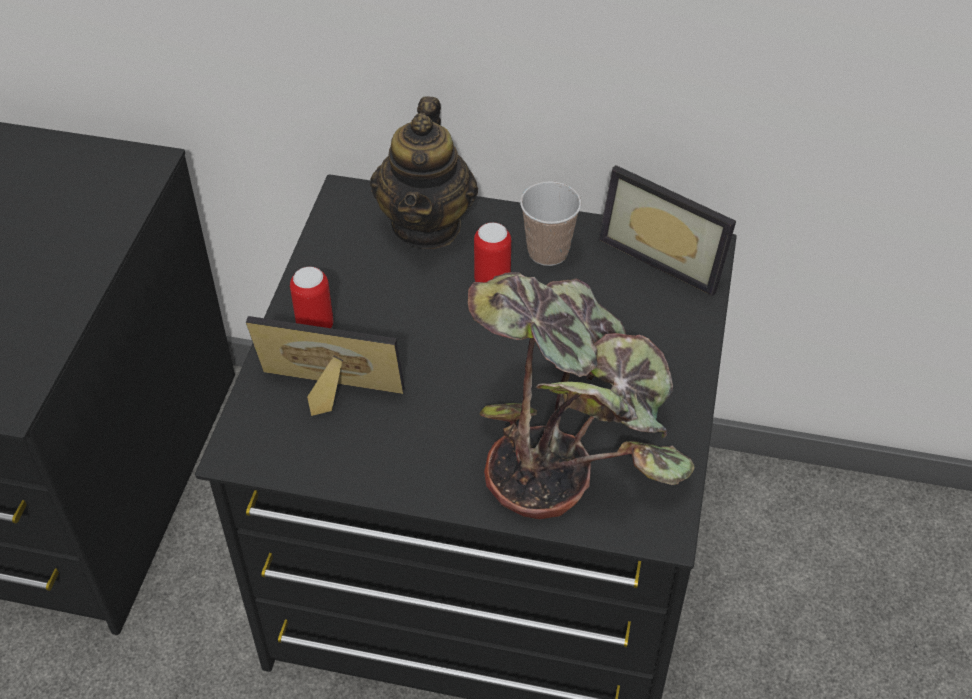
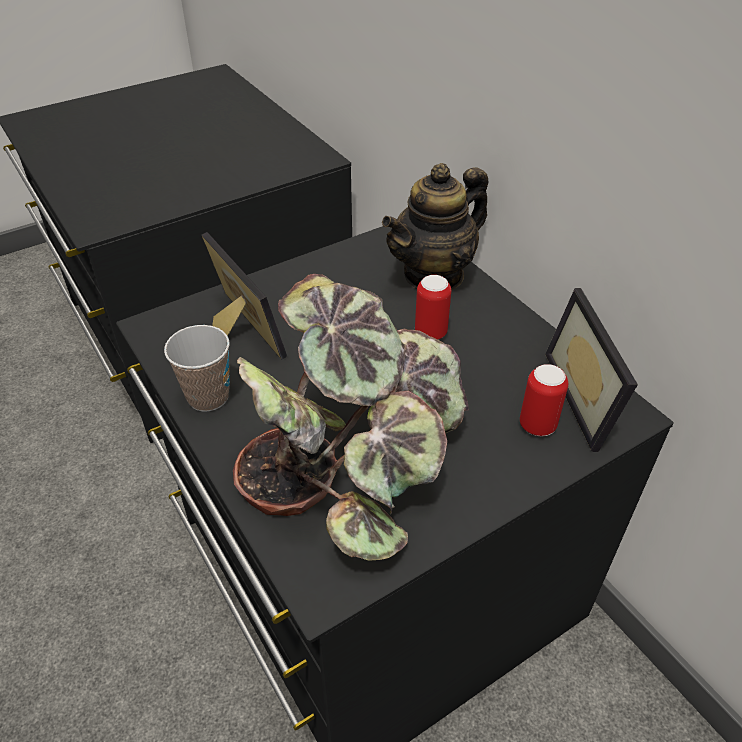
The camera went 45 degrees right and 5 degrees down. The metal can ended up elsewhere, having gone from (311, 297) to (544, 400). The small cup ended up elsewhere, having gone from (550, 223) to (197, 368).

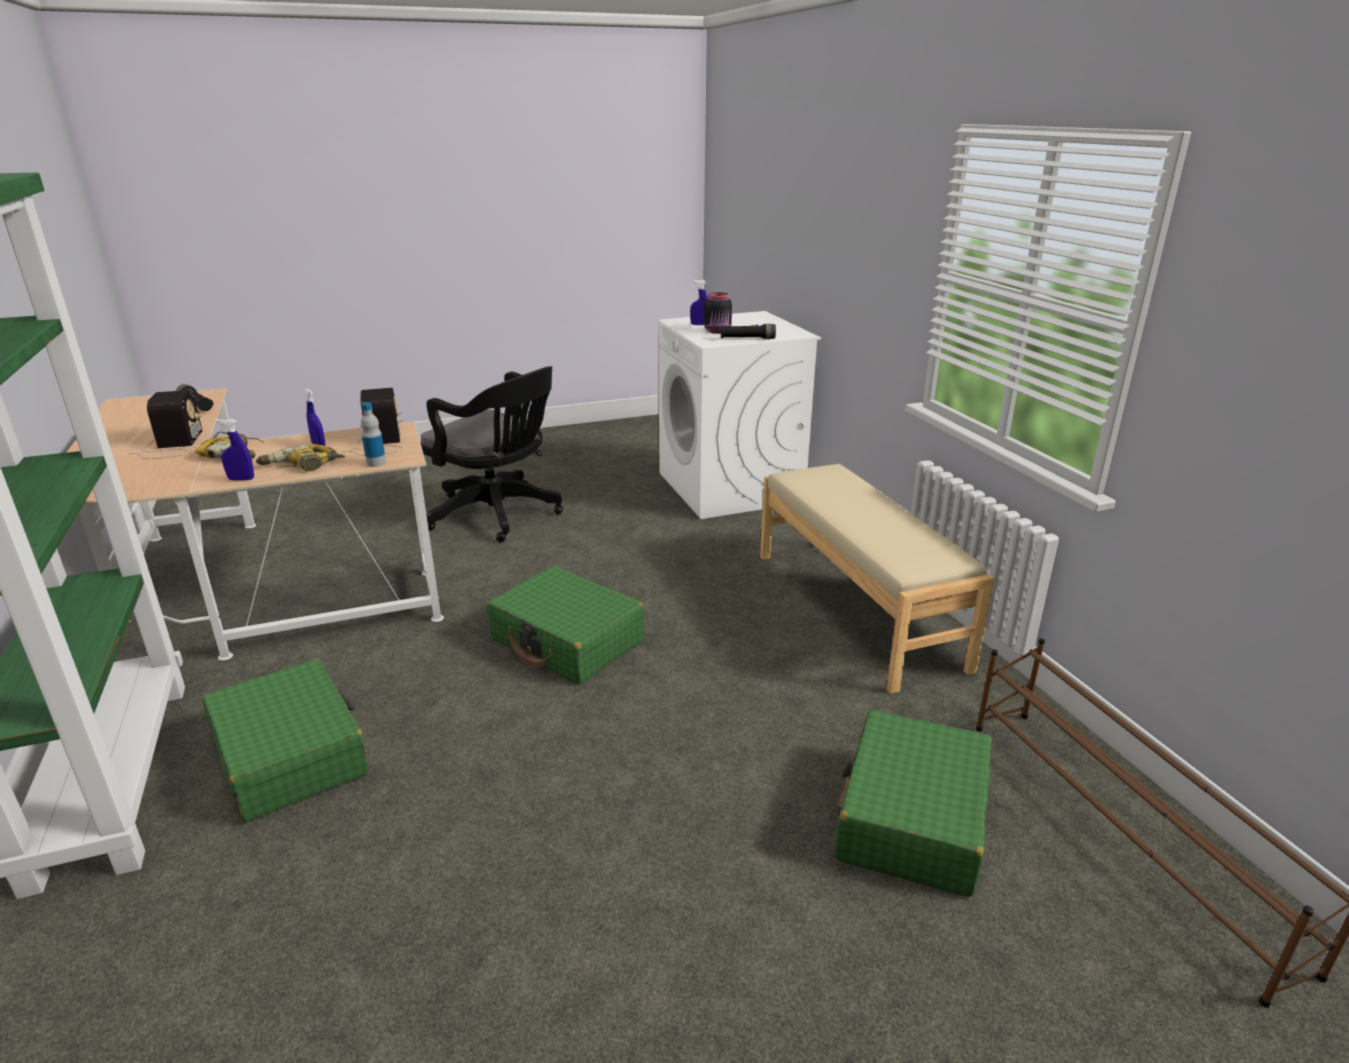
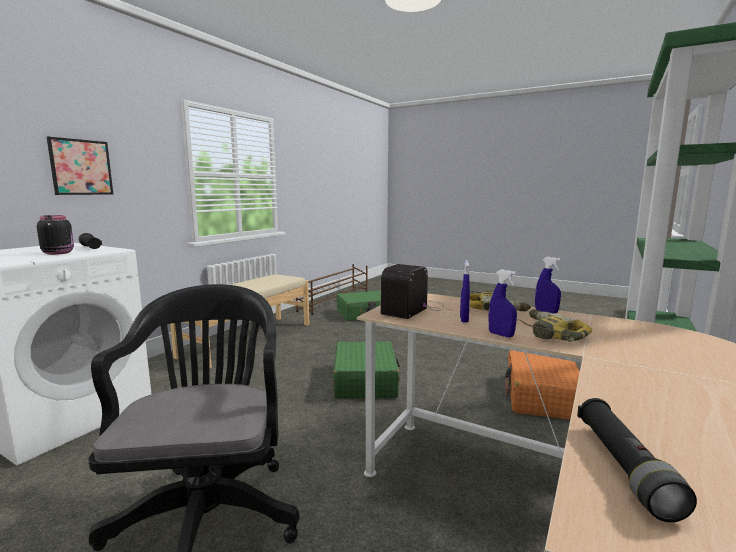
The camera went 130 degrees left and 15 degrees down. The second view lost the radio at (165, 424). The second view lost the bottle at (373, 434). The second view gained the wall picture at (80, 165). The bluish sprayer ended up elsewhere, having gone from (699, 302) to (502, 303). What was the green-coloured travel case at (285, 740) turned into the orange-coloured travel case at (542, 385).

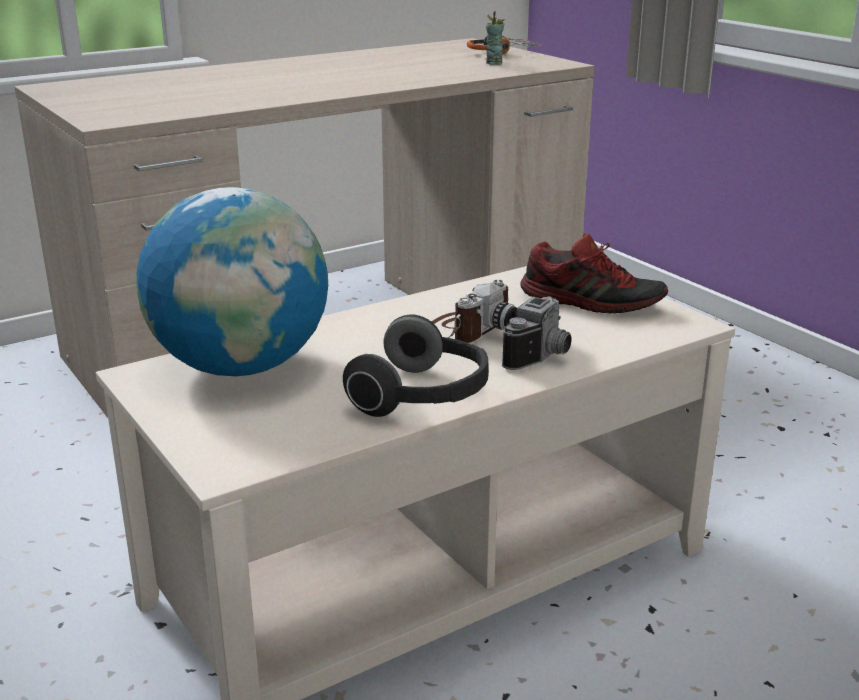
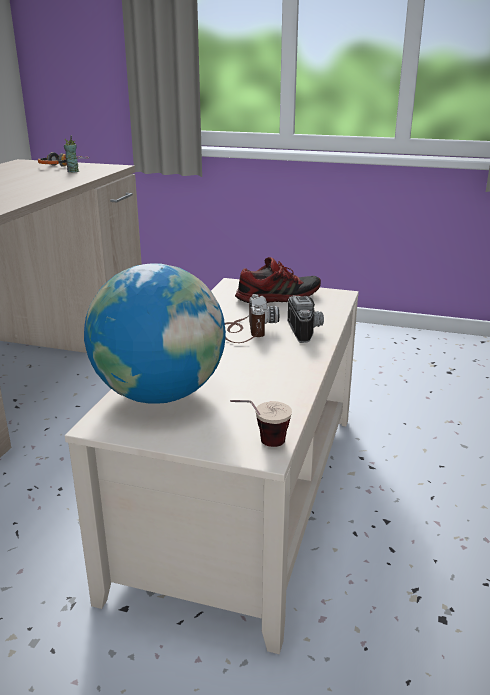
The camera went 40 degrees left and 0 degrees up. The second view lost the headset at (416, 365). The second view gained the small cup at (261, 423).

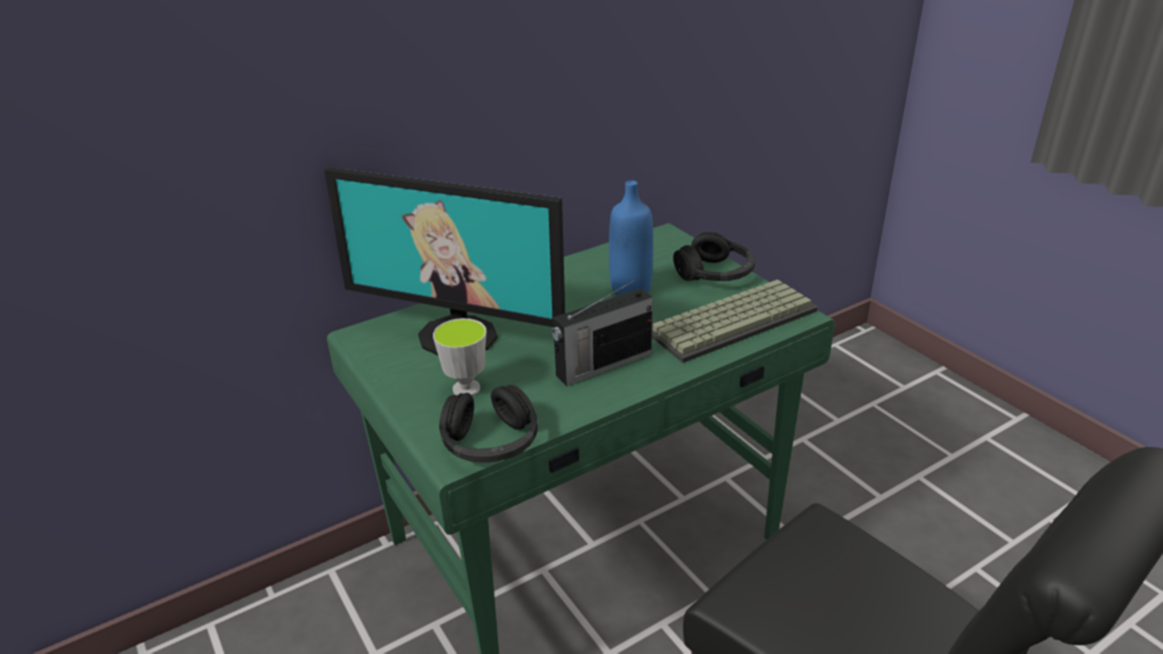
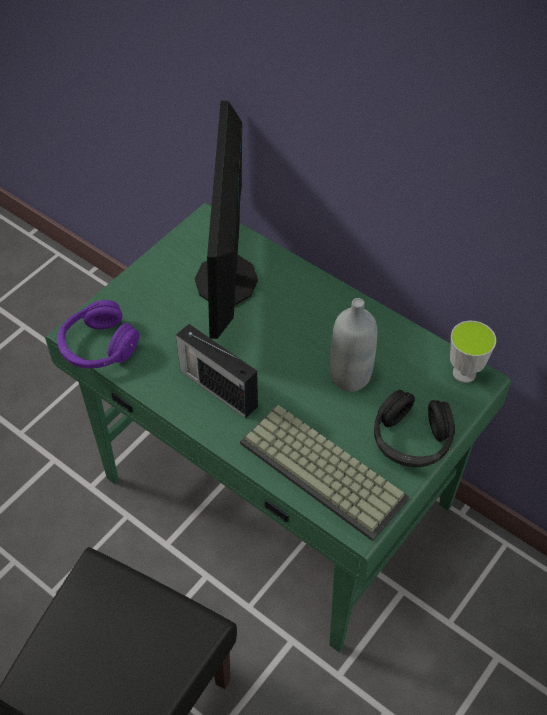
The camera went 70 degrees right and 20 degrees up. The small cup ended up elsewhere, having gone from (460, 357) to (473, 352). What was the blackish headset at (488, 424) turned into the purplish headset at (98, 334). What was the bluish bottle at (631, 238) turned into the greyish bottle at (353, 345).

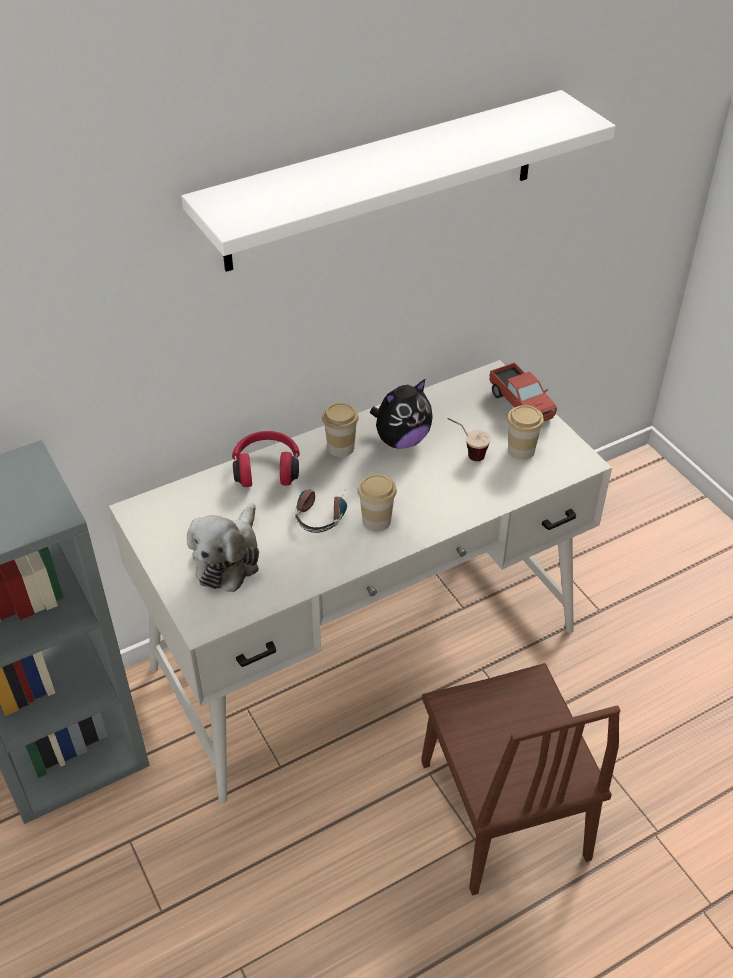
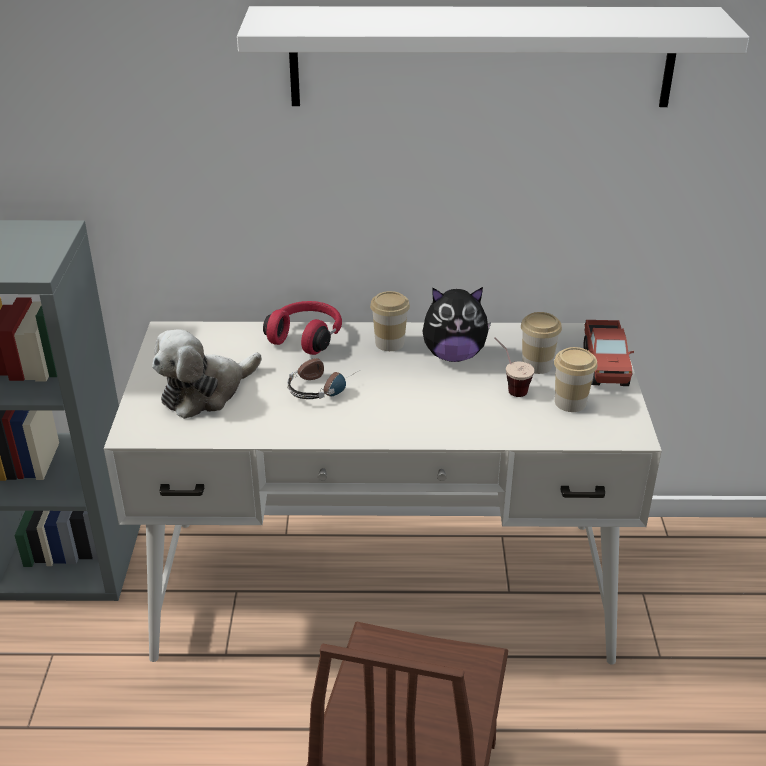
The camera went 30 degrees right and 10 degrees down. The small cup ended up elsewhere, having gone from (377, 503) to (541, 343).

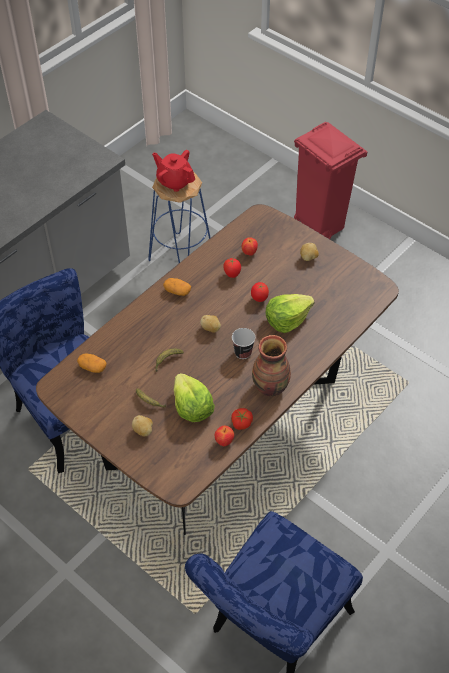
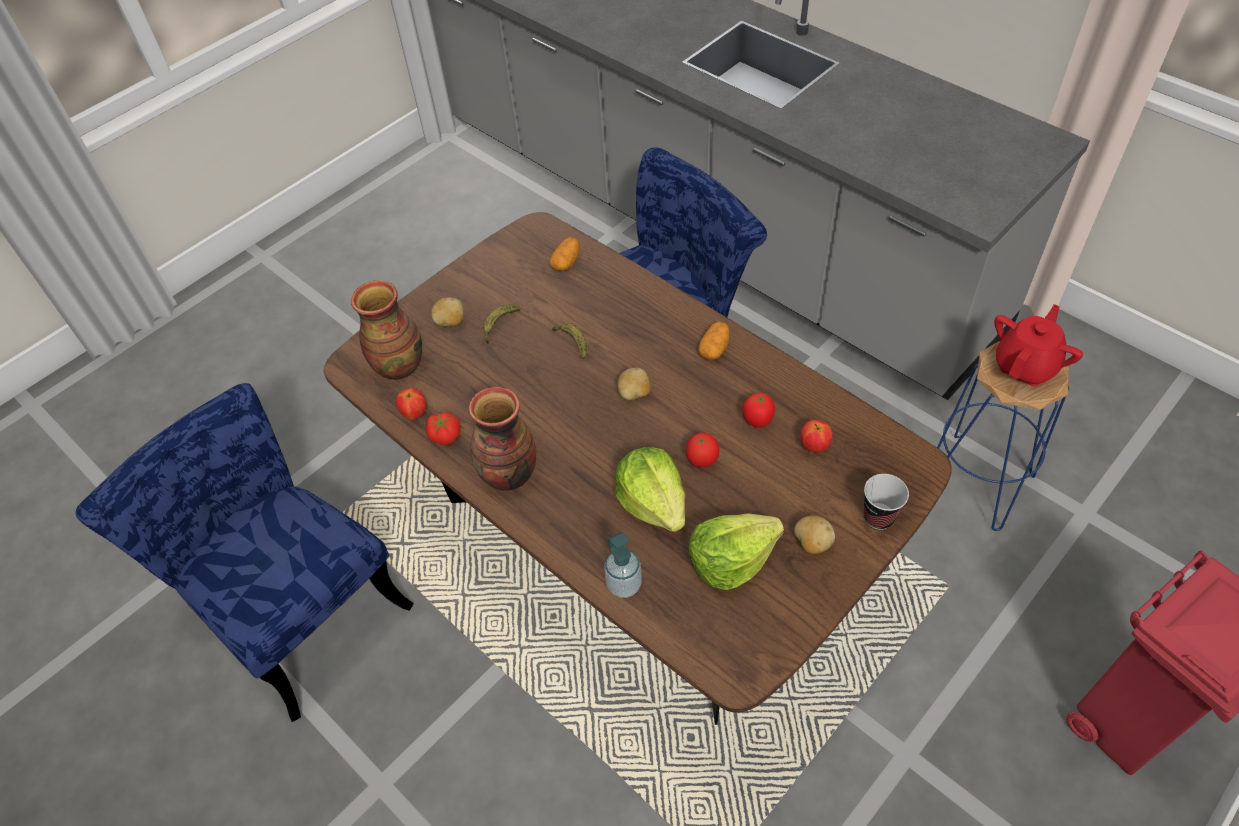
The camera went 95 degrees right and 0 degrees up. The second view gained the flower vase at (386, 330). The second view gained the soap bottle at (623, 565). The lettuce ended up elsewhere, having gone from (194, 397) to (736, 551). The small cup ended up elsewhere, having gone from (243, 343) to (886, 502).

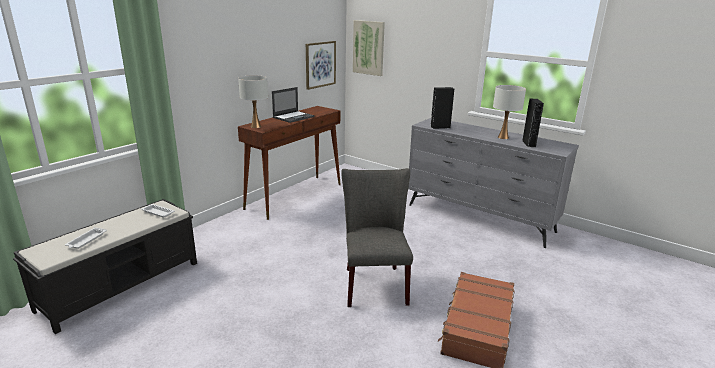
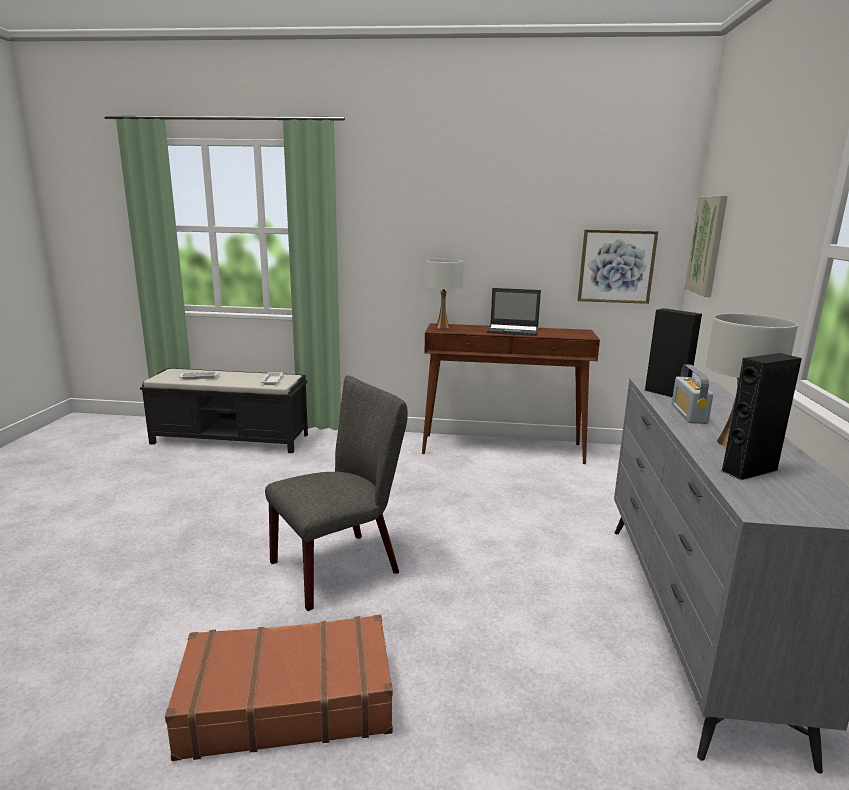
The camera went 60 degrees right and 5 degrees down. The second view gained the radio at (692, 394).

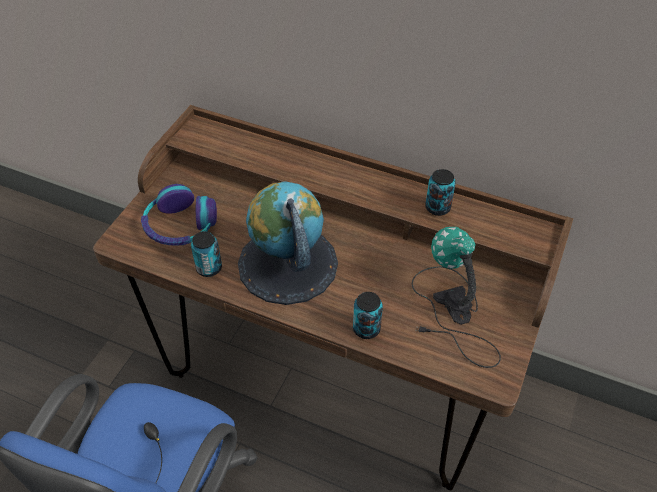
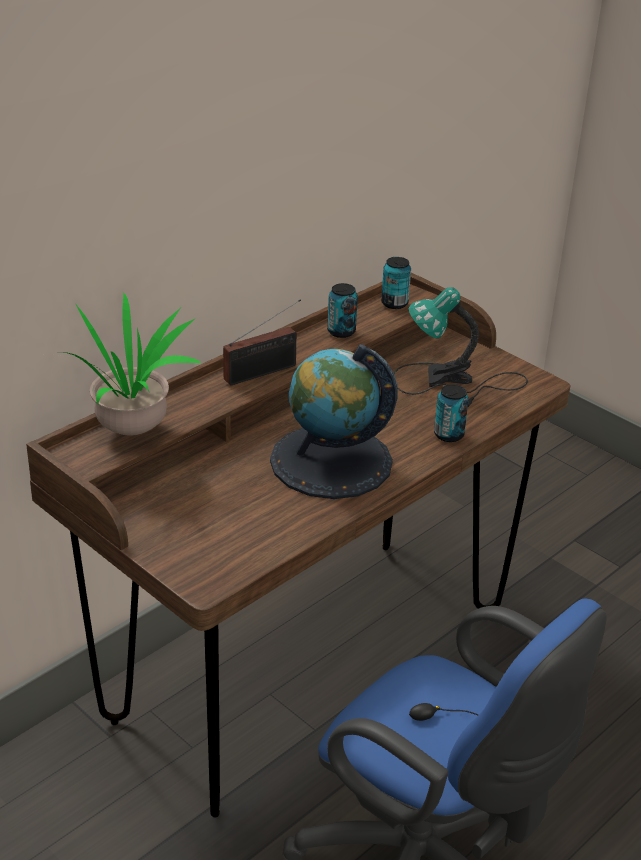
The camera went 70 degrees left and 15 degrees down. The second view lost the headset at (179, 215). The second view gained the potted plant at (130, 364). The second view gained the radio at (262, 342). The metal can ended up elsewhere, having gone from (206, 254) to (396, 283).

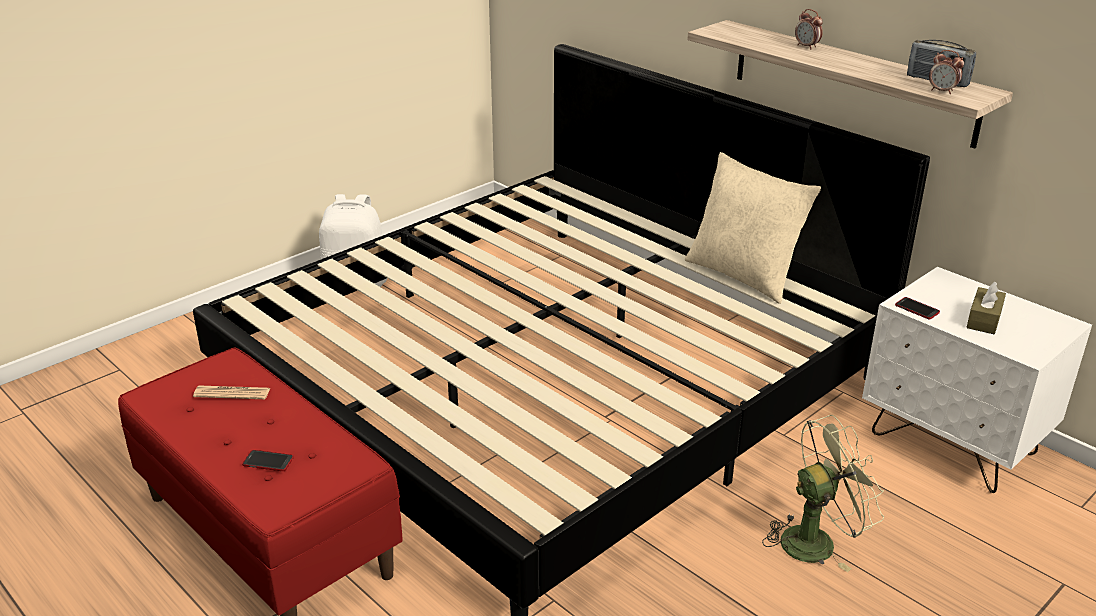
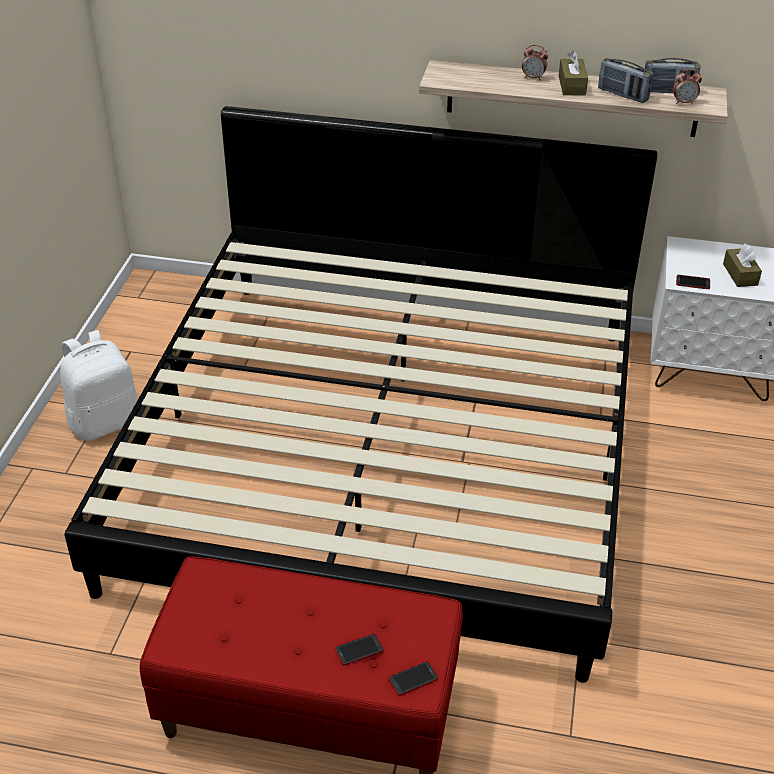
The camera went 35 degrees left and 10 degrees up. The second view lost the printed paper at (231, 392). The second view lost the sand-coloured cushion at (753, 228). The second view lost the green-coloured cooling fan at (823, 493). The second view gained the telephone at (413, 678). The second view gained the brownish tissue box at (573, 73). The second view gained the radio at (625, 80).

